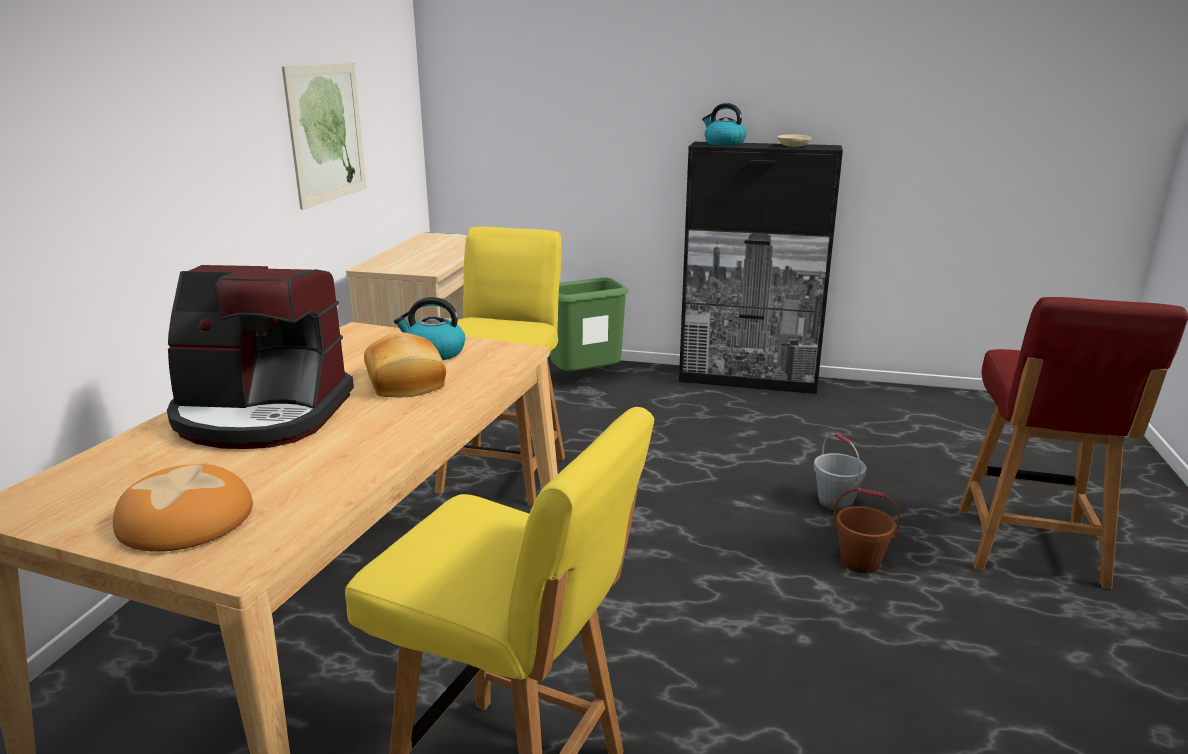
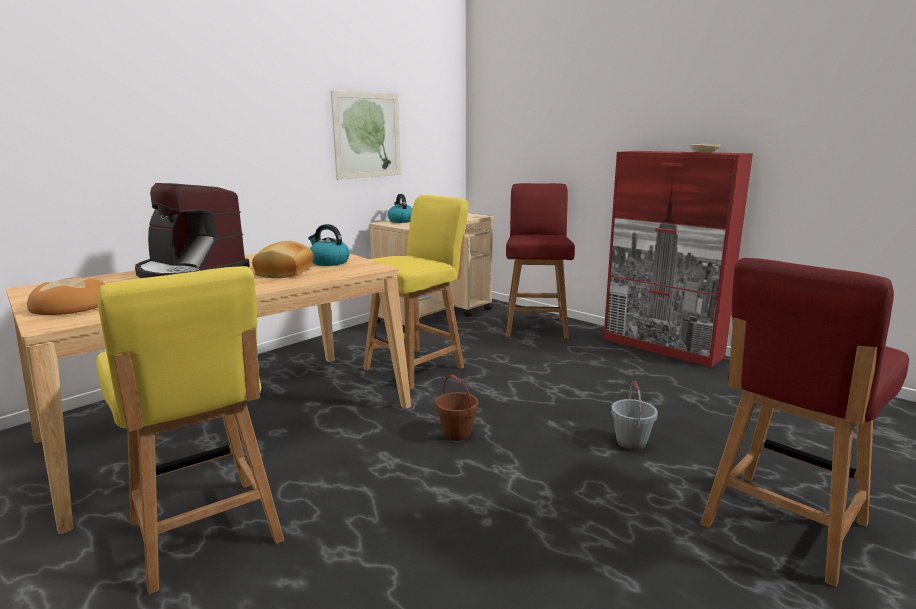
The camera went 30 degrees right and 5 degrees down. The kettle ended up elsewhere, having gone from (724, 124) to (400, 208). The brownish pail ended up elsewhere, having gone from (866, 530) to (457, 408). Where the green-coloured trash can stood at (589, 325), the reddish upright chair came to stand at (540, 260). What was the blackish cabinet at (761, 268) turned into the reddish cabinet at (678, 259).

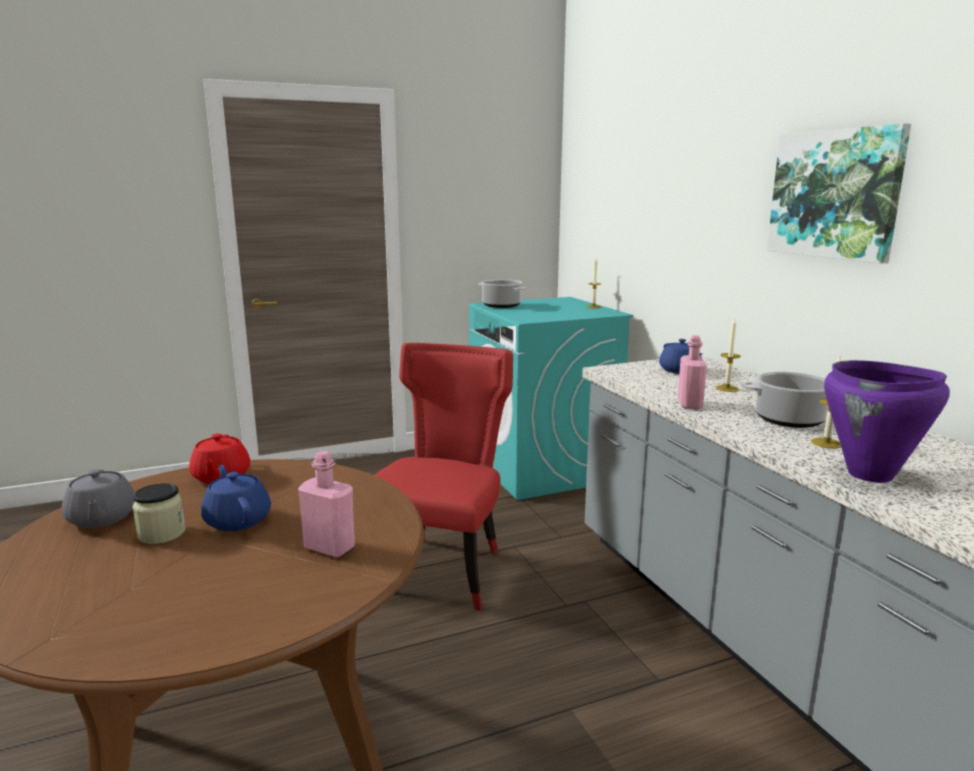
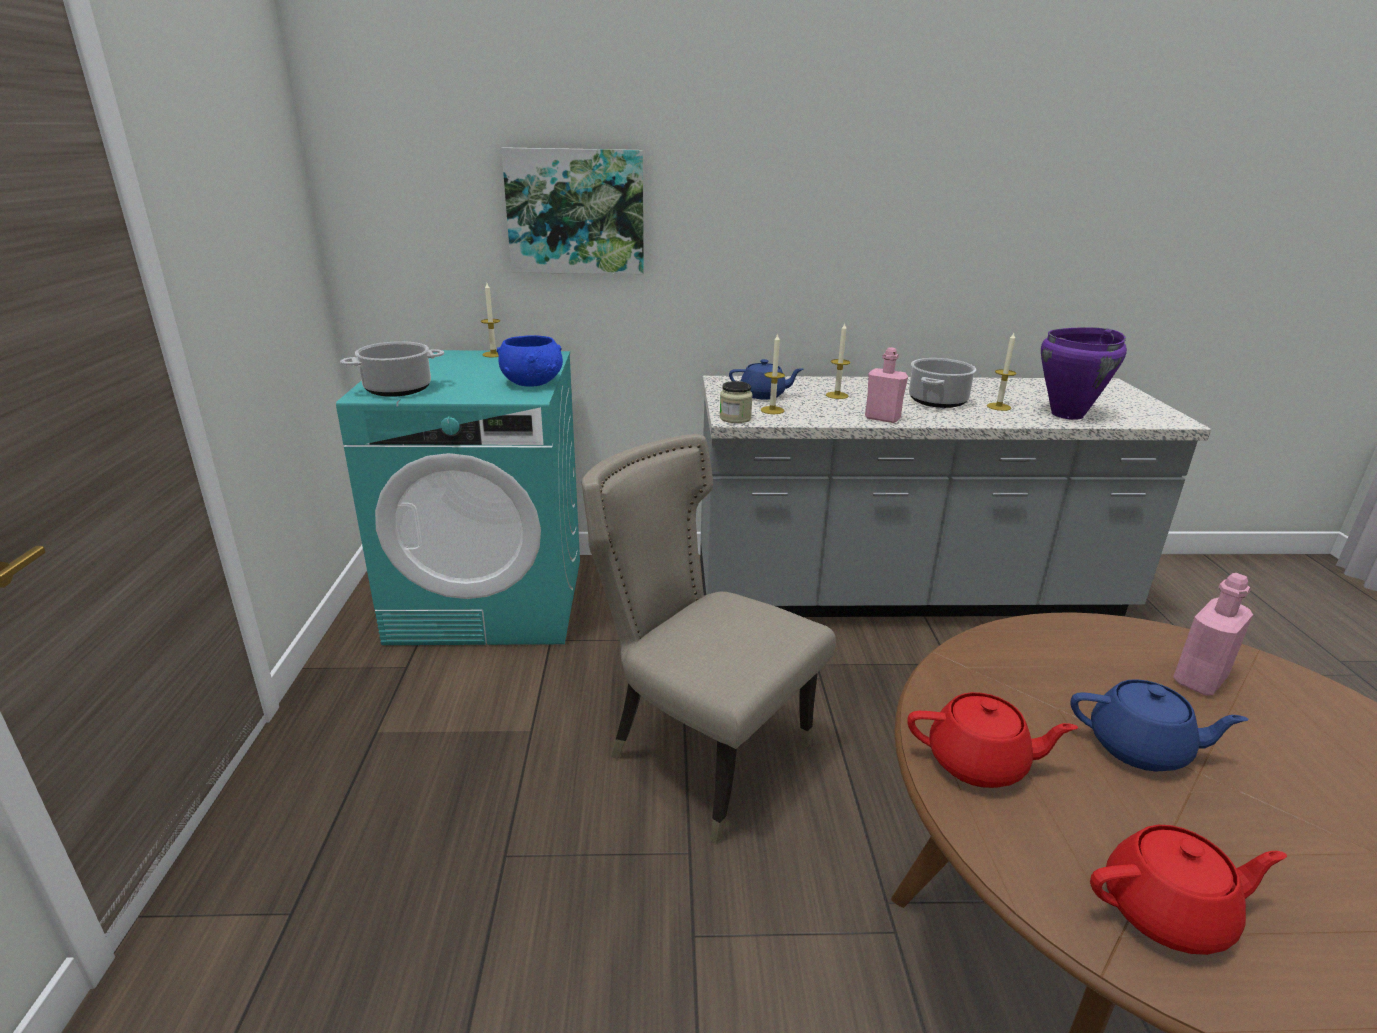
The camera went 70 degrees left and 10 degrees up. The second view gained the bluish bowl at (530, 361). The second view gained the wax light at (773, 373). The jar ended up elsewhere, having gone from (159, 513) to (736, 402). The wall picture ended up elsewhere, having gone from (839, 193) to (572, 210). What was the greyish teapot at (98, 498) turned into the reddish teapot at (1188, 890). What was the reddish upright chair at (444, 477) turned into the sand-coloured upright chair at (709, 639). The bluish teapot at (236, 498) ended up facing another way, 150 degrees counterclockwise from before.

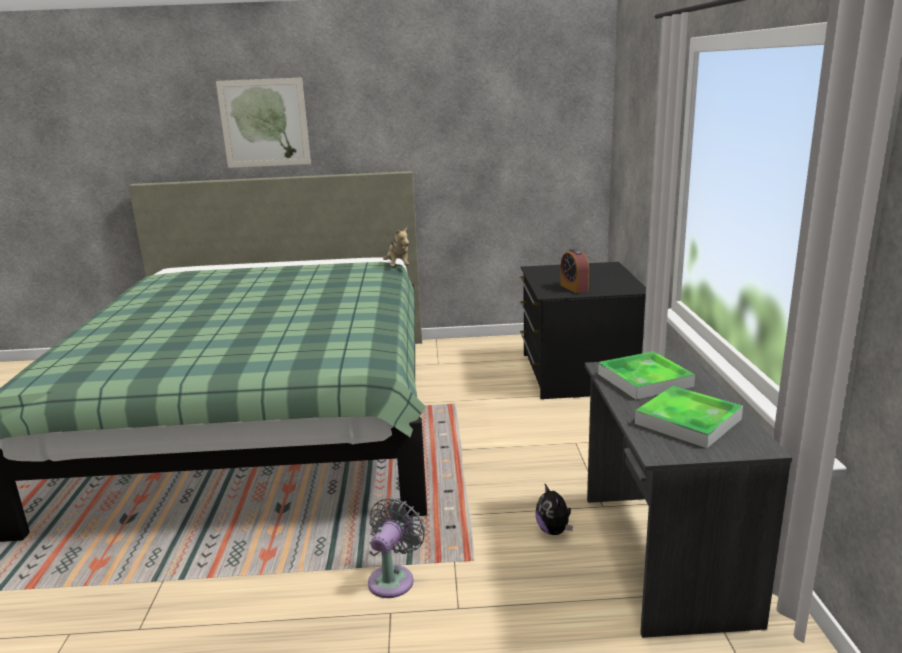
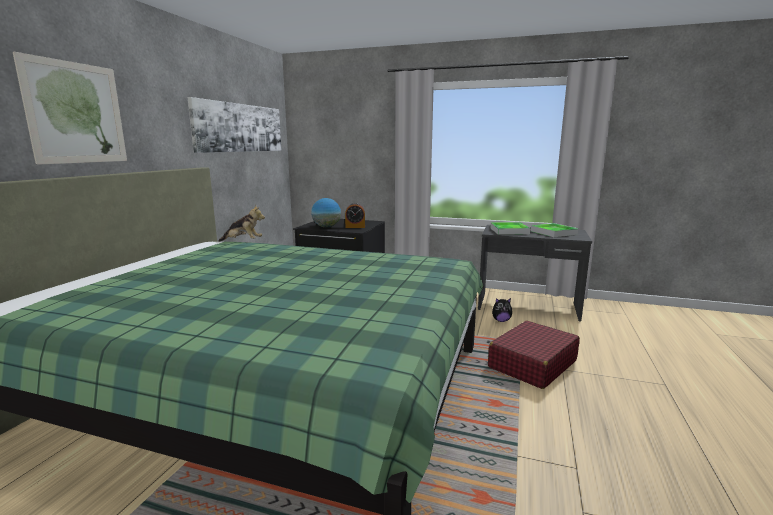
The camera went 70 degrees left and 5 degrees down. The second view gained the wall picture at (234, 125). The second view gained the world globe at (326, 213). Where the greyish cooling fan stood at (396, 547), the reddish travel case came to stand at (534, 355).

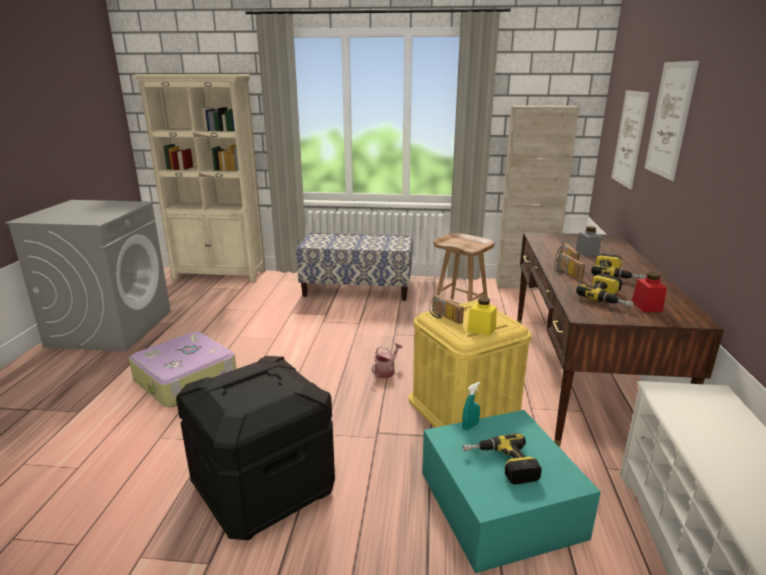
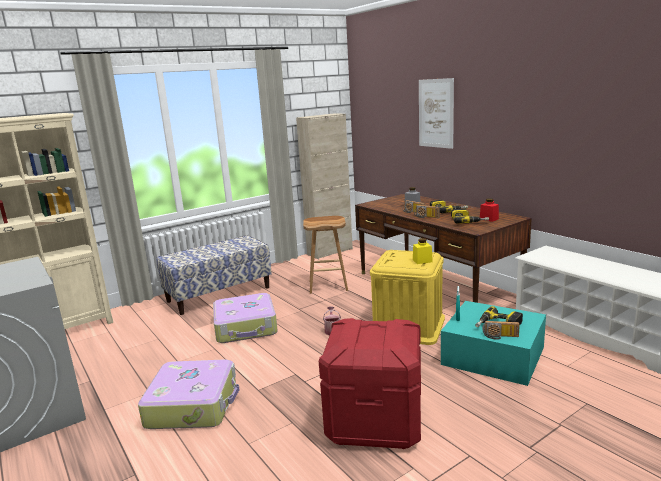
The camera went 40 degrees left and 5 degrees down. The second view lost the wall picture at (630, 140). The second view gained the travel case at (245, 318). The radio ended up elsewhere, having gone from (446, 309) to (501, 330). What was the blackish storage box at (255, 448) turned into the reddish storage box at (370, 383).

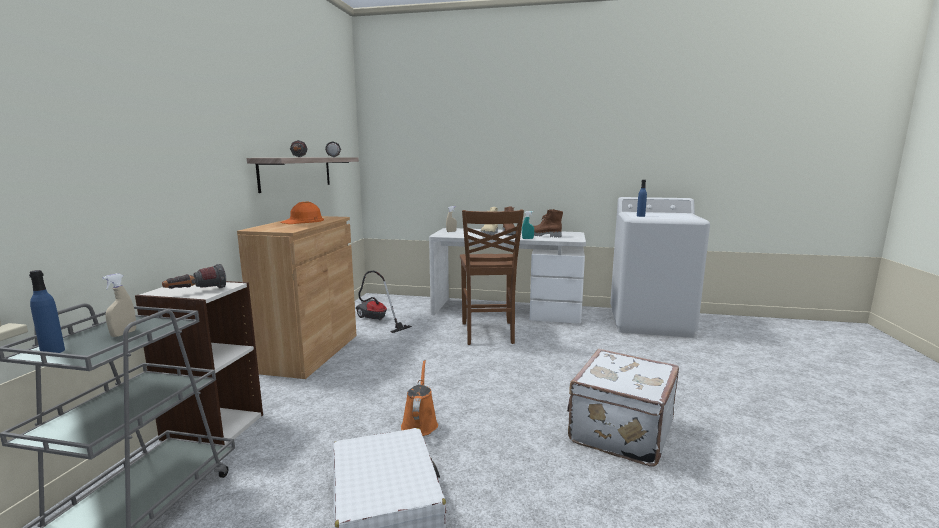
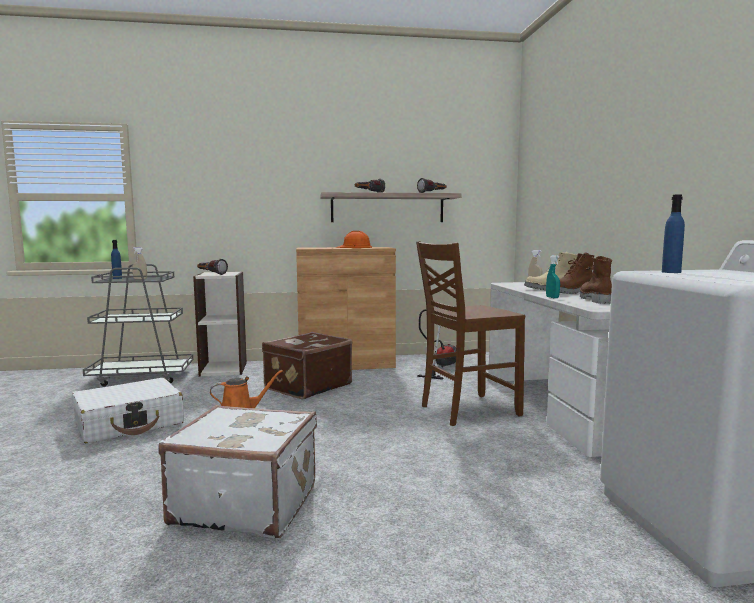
The camera went 70 degrees right and 5 degrees down. The second view gained the brownish travel case at (307, 366).

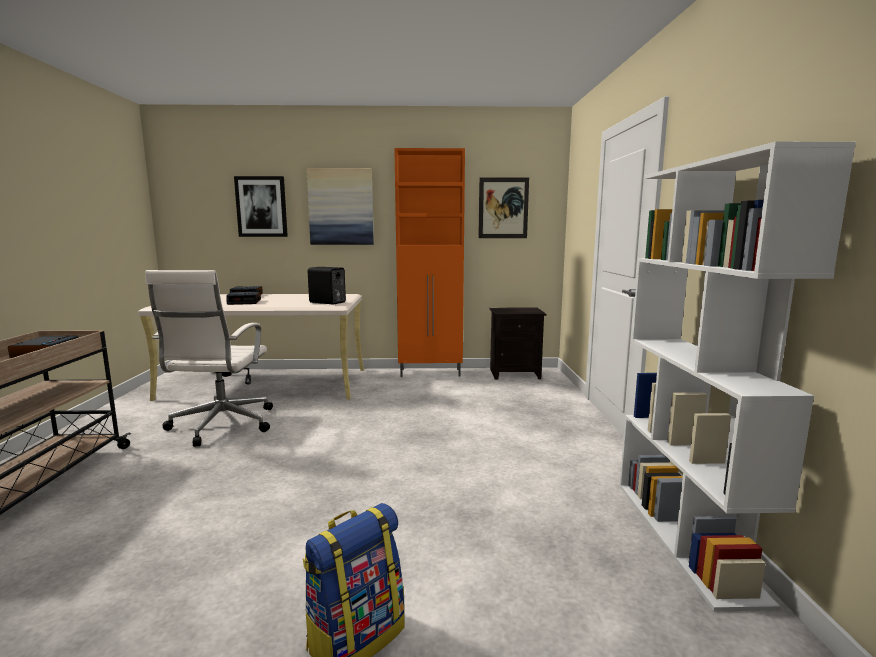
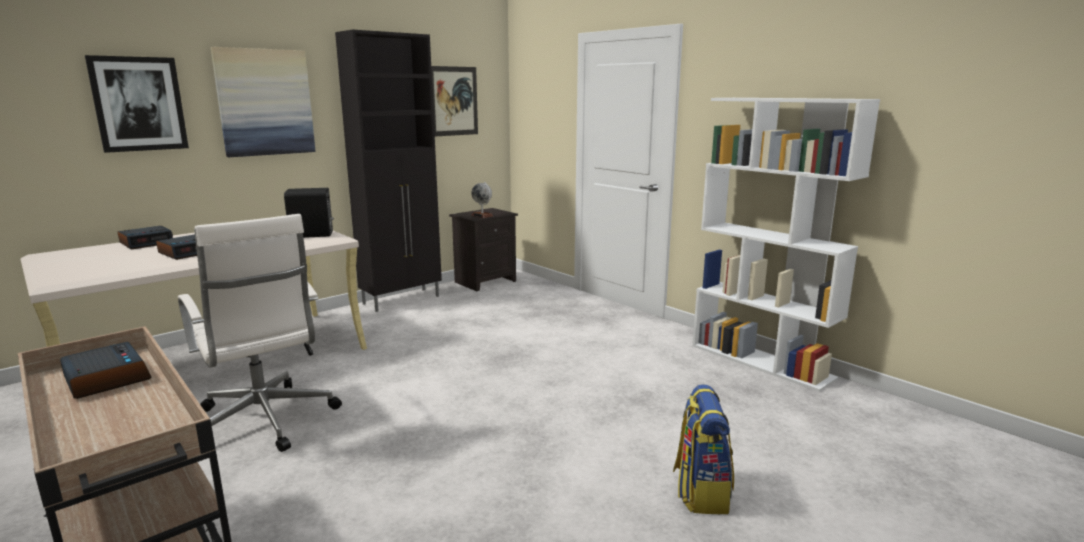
The camera went 40 degrees left and 5 degrees up. The second view gained the world globe at (482, 200). What was the orange-coloured cabinet at (429, 262) turned into the blackish cabinet at (388, 170).

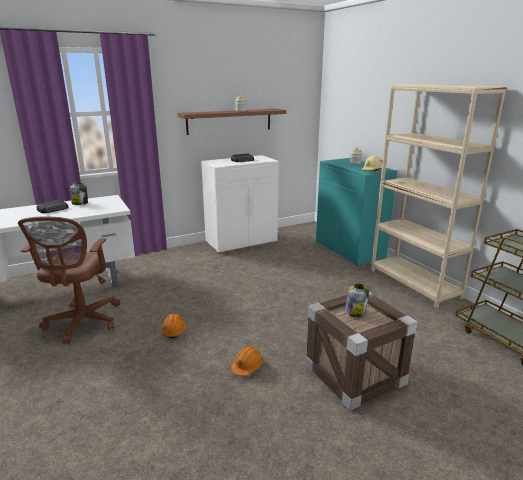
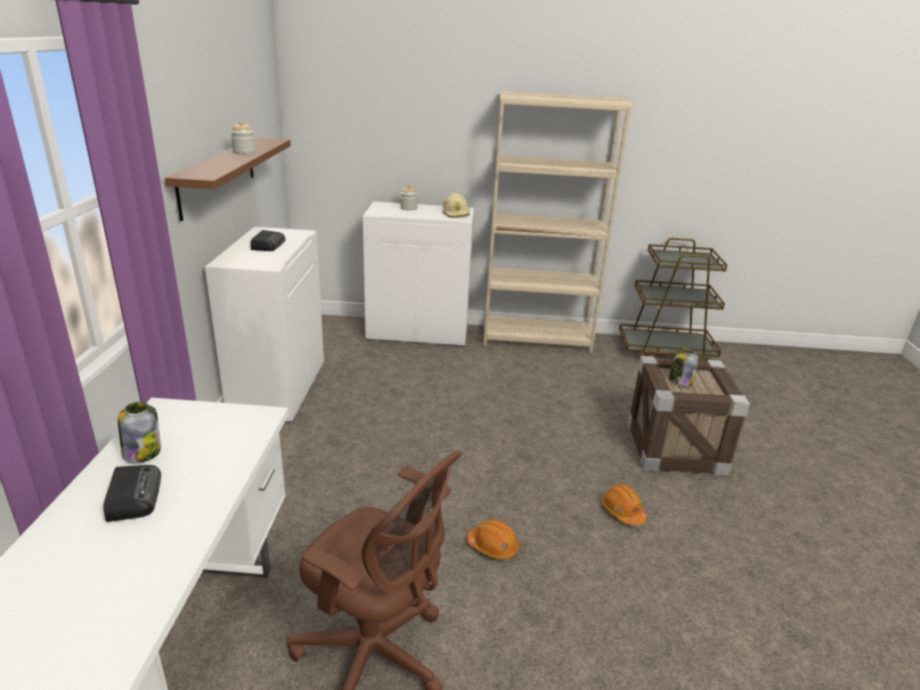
The camera went 60 degrees left and 5 degrees up. What was the turquoise cabinet at (356, 212) turned into the whitish cabinet at (418, 274).

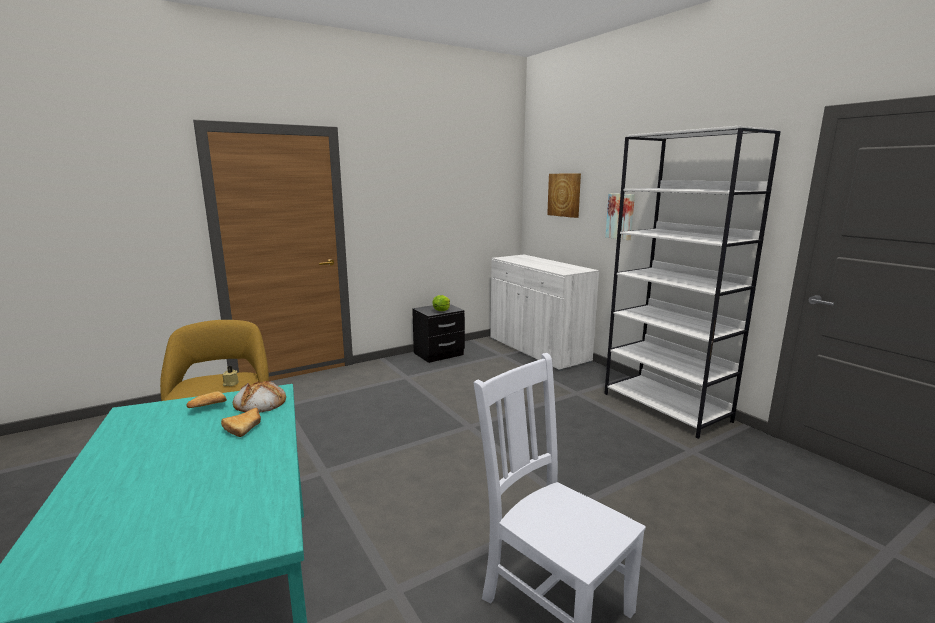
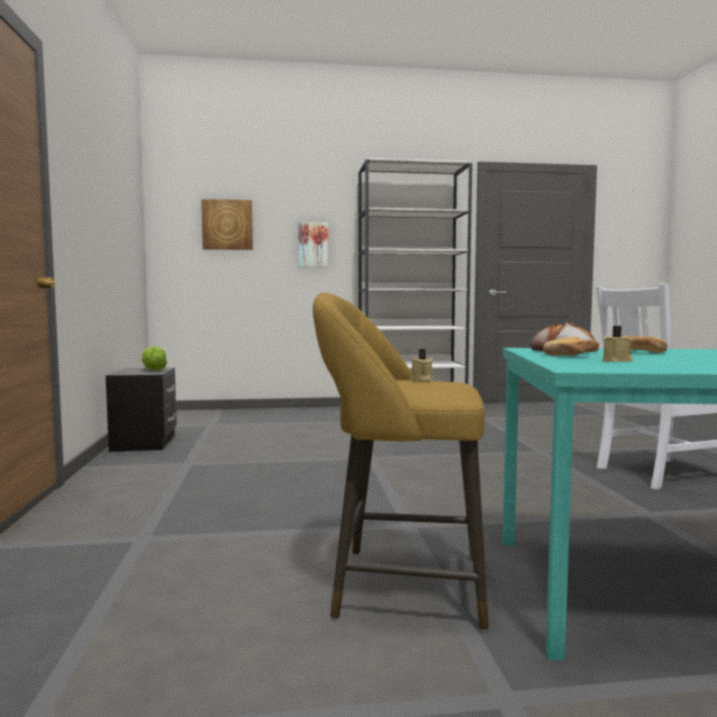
The camera went 65 degrees left and 10 degrees down. The second view lost the whitish cabinet at (545, 313). The second view gained the sand-coloured wax light at (617, 344).

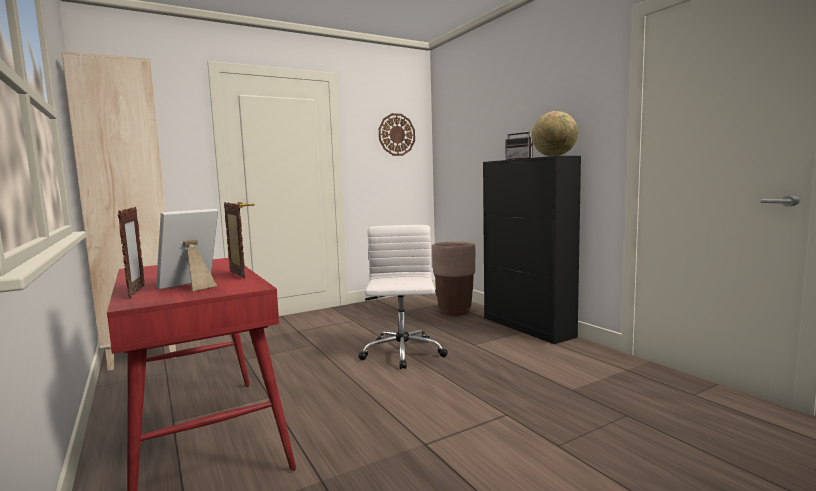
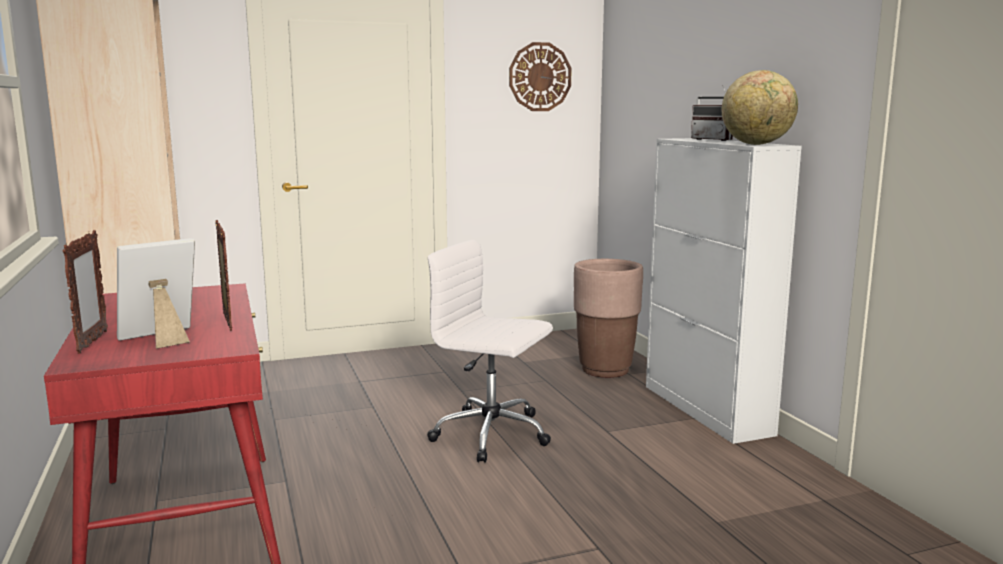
The camera went 10 degrees right and 5 degrees up. What was the blackish cabinet at (532, 250) turned into the whitish cabinet at (724, 291). The whitish office chair at (403, 297) ended up facing another way, 75 degrees counterclockwise from before.

